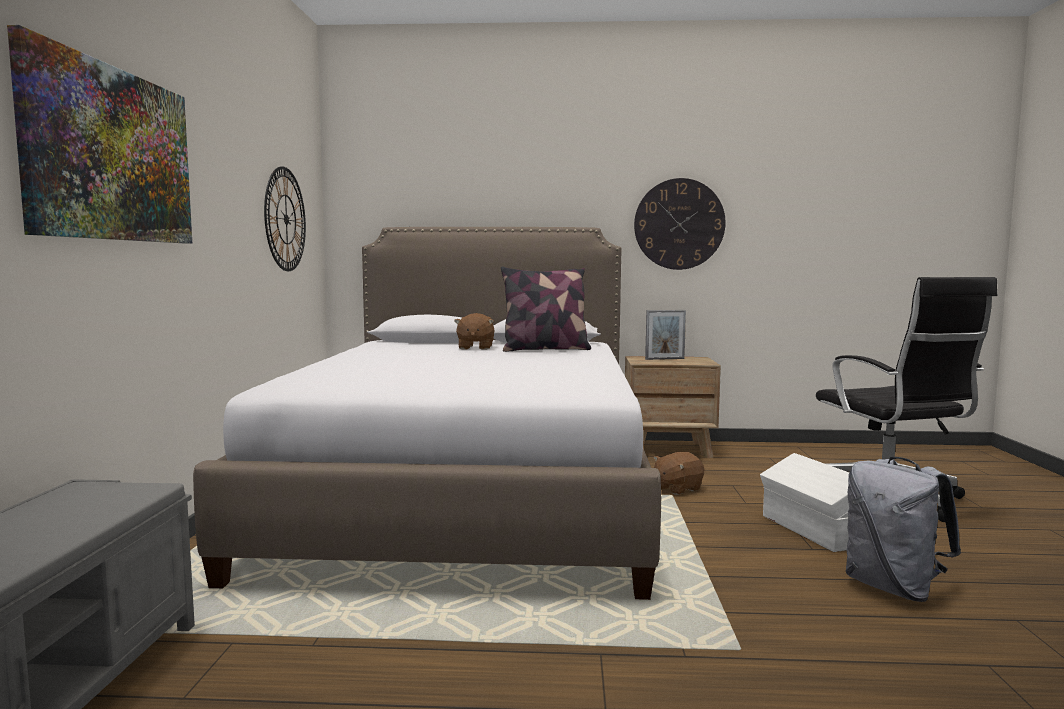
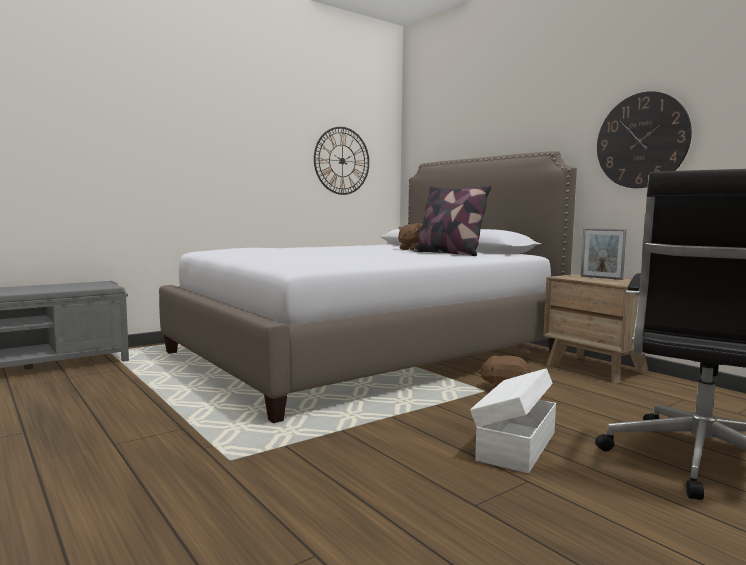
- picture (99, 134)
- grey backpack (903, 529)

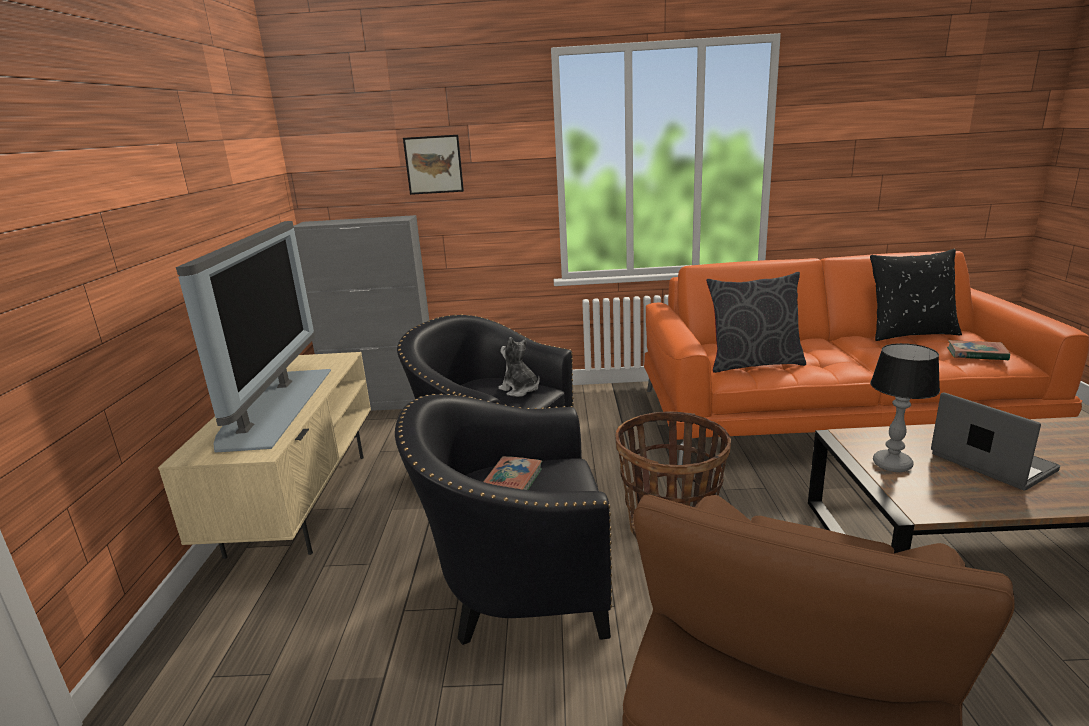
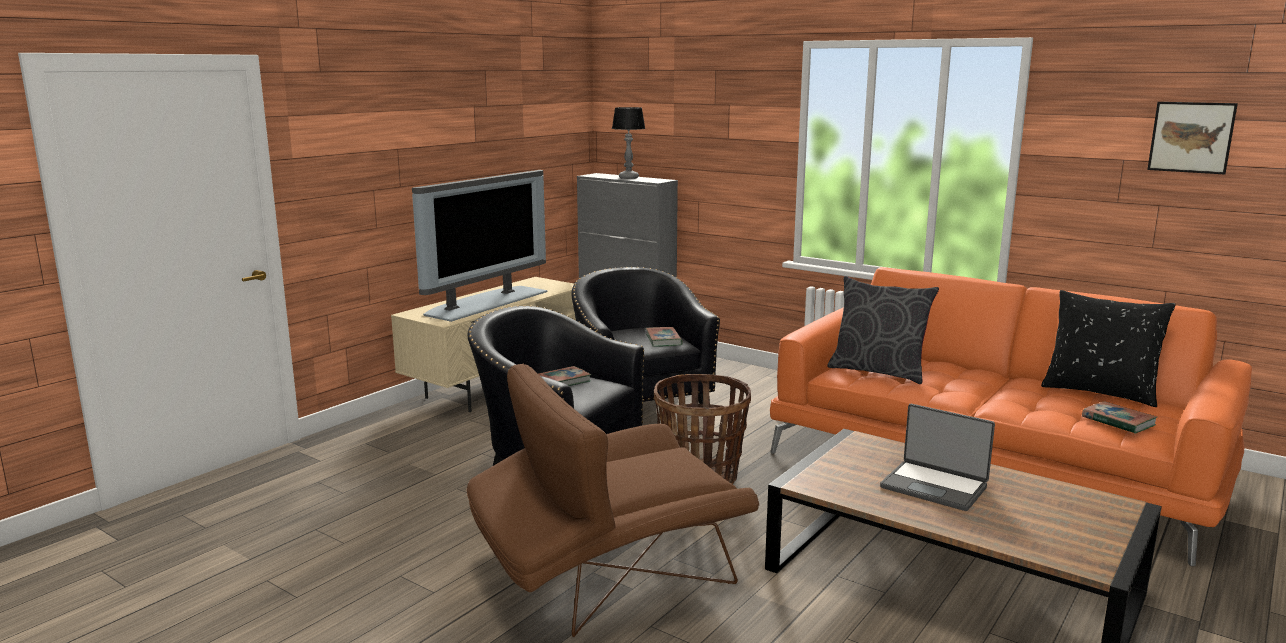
~ table lamp (905, 407) to (628, 143)
~ plush toy (519, 367) to book (664, 337)
~ laptop (995, 441) = (937, 457) 120 degrees clockwise
~ picture (433, 165) to (1192, 138)

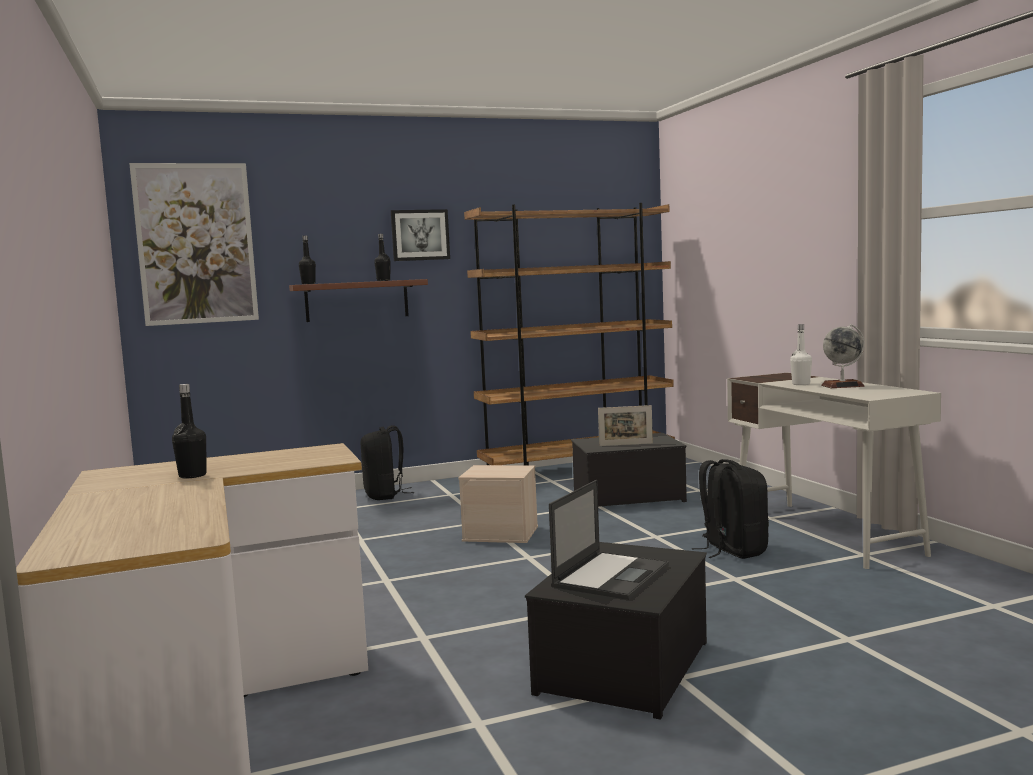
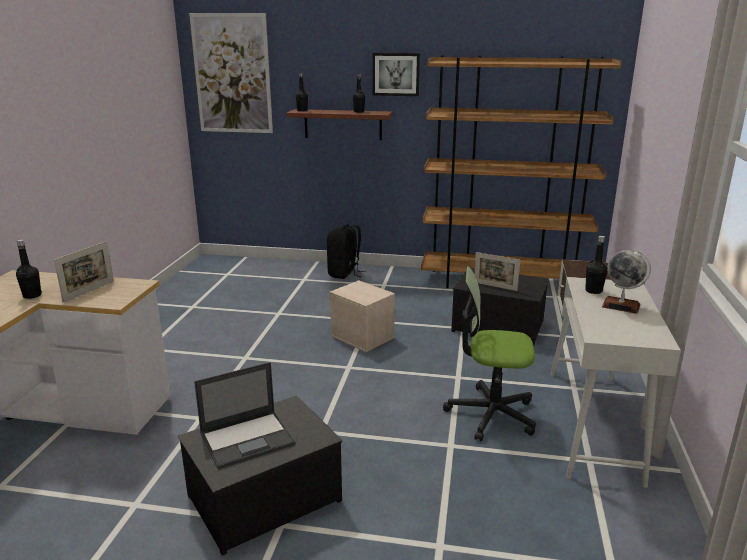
+ picture frame (84, 271)
~ black backpack (730, 509) to office chair (489, 353)
~ white bottle (801, 354) to black bottle (596, 265)

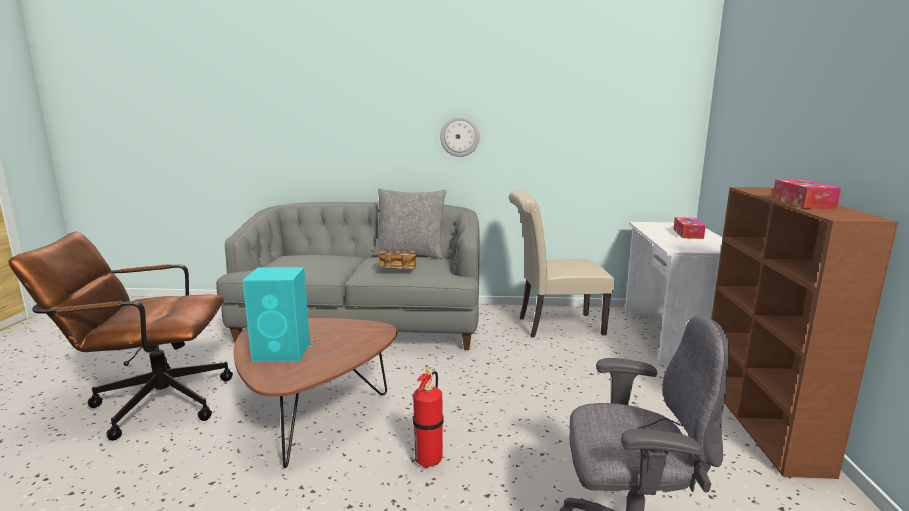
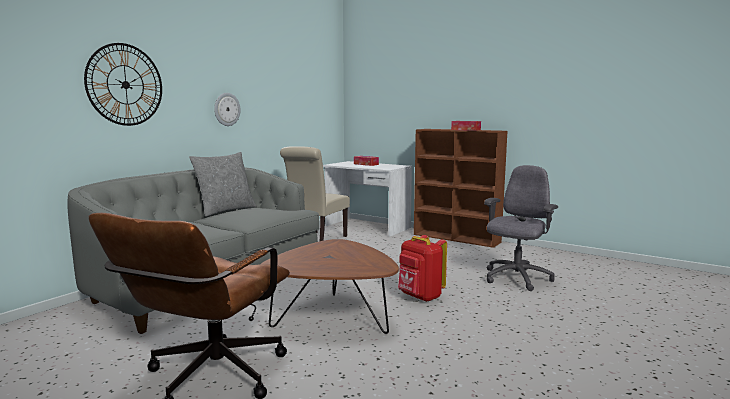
+ wall clock (123, 84)
~ fire extinguisher (428, 417) to red backpack (422, 268)
- turquoise speaker (276, 314)
- book (397, 259)

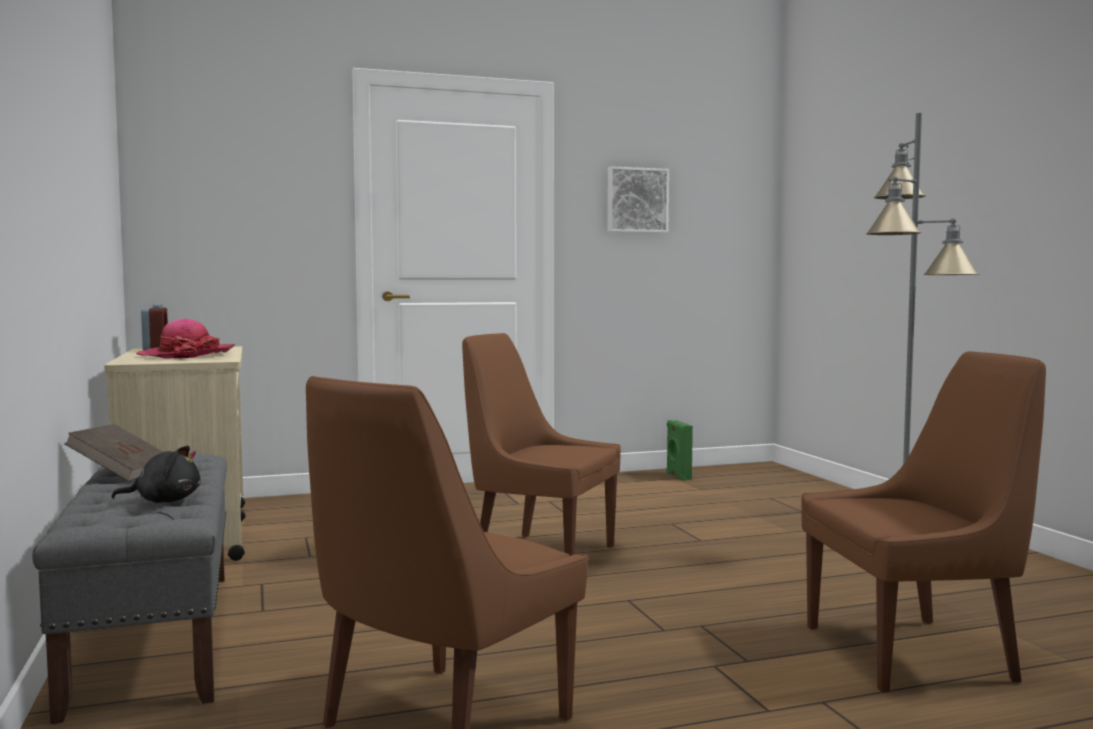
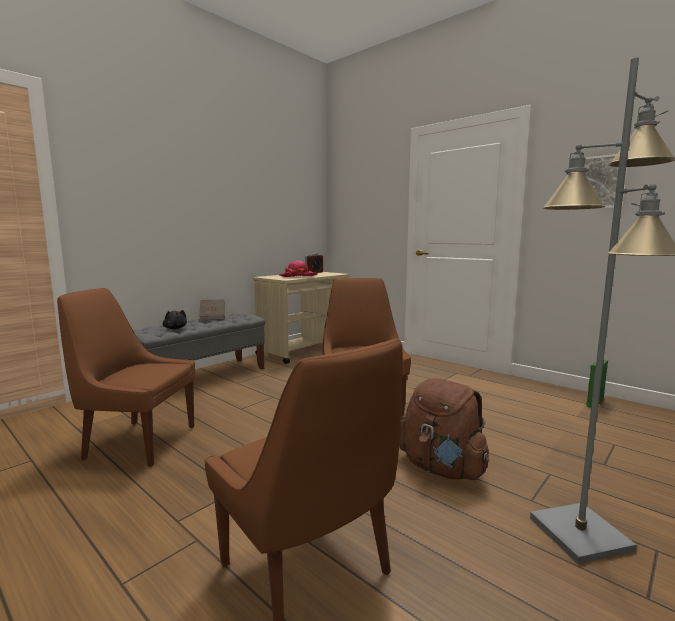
+ brown backpack (444, 429)

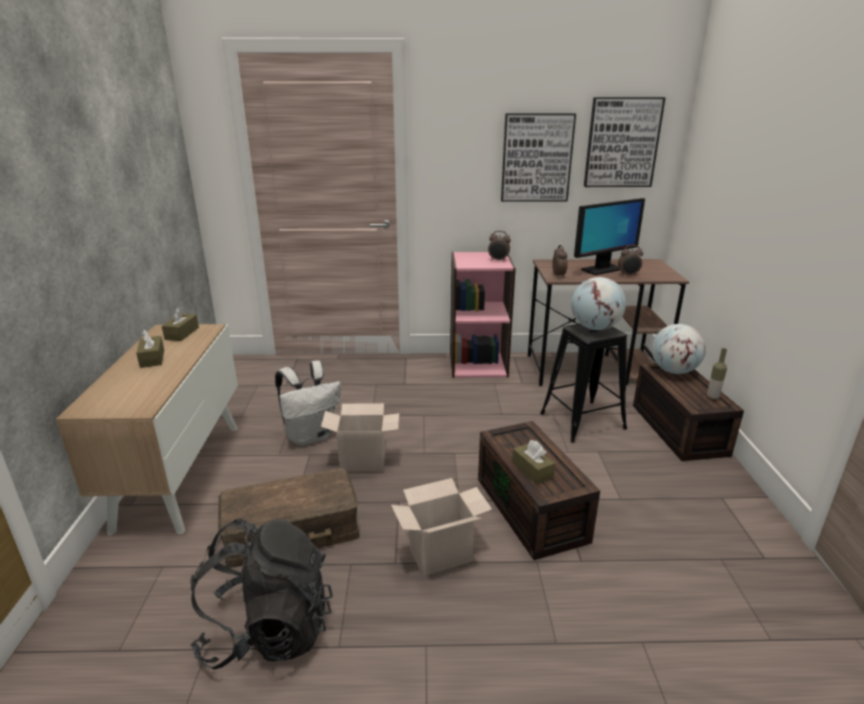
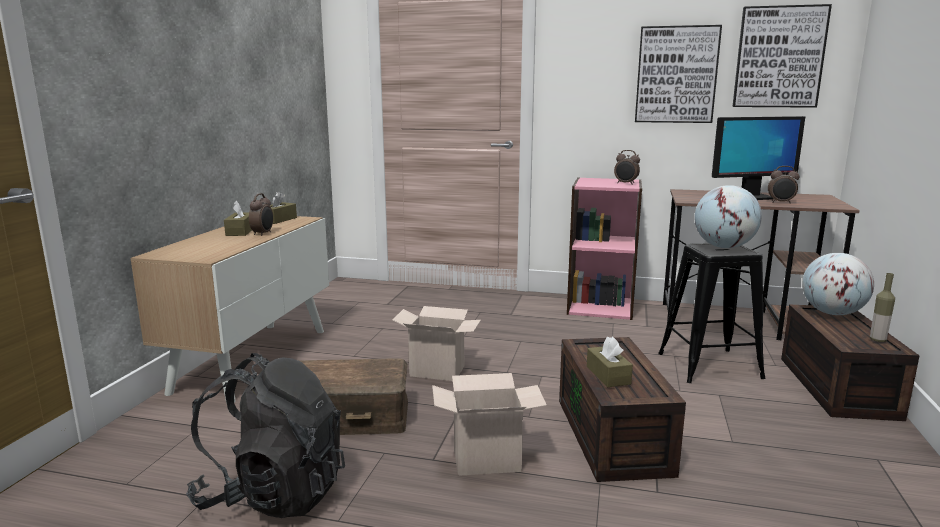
~ alarm clock (560, 261) to (261, 214)
- white backpack (308, 403)

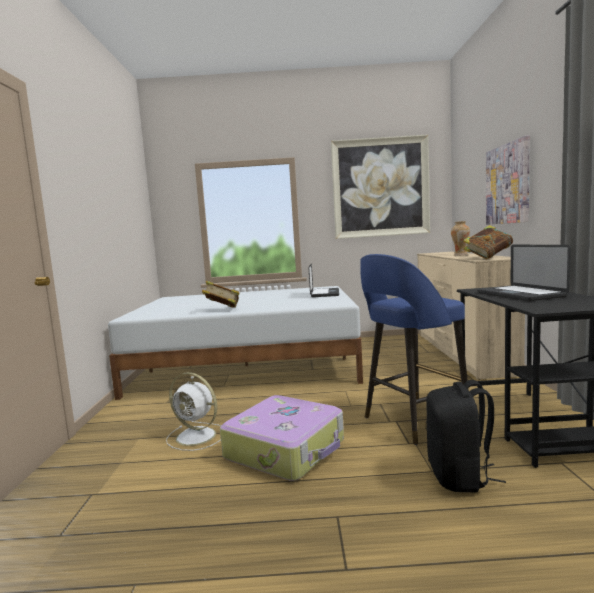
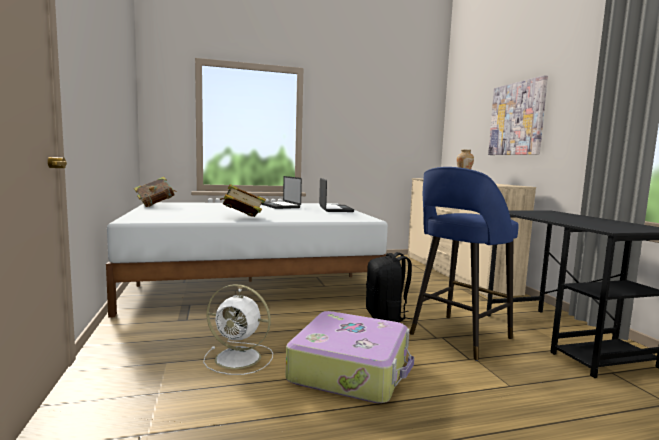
~ book (488, 242) to (155, 192)
~ laptop (524, 273) to (281, 192)
~ black backpack (466, 436) to (389, 287)
- picture (380, 186)

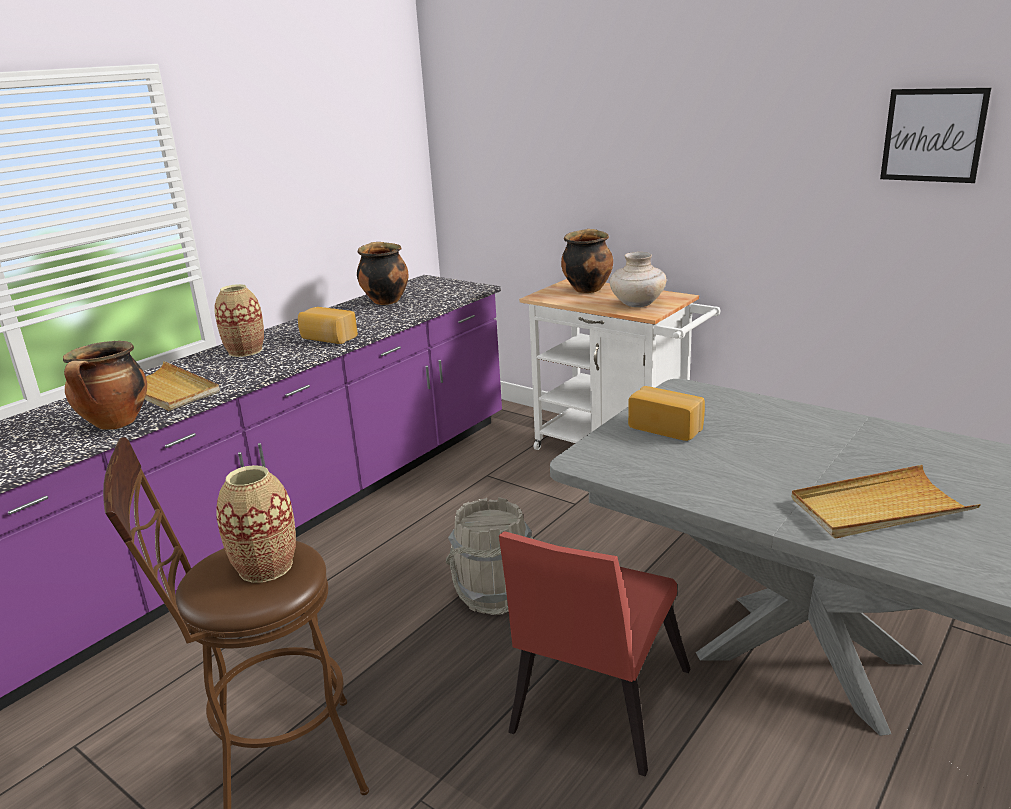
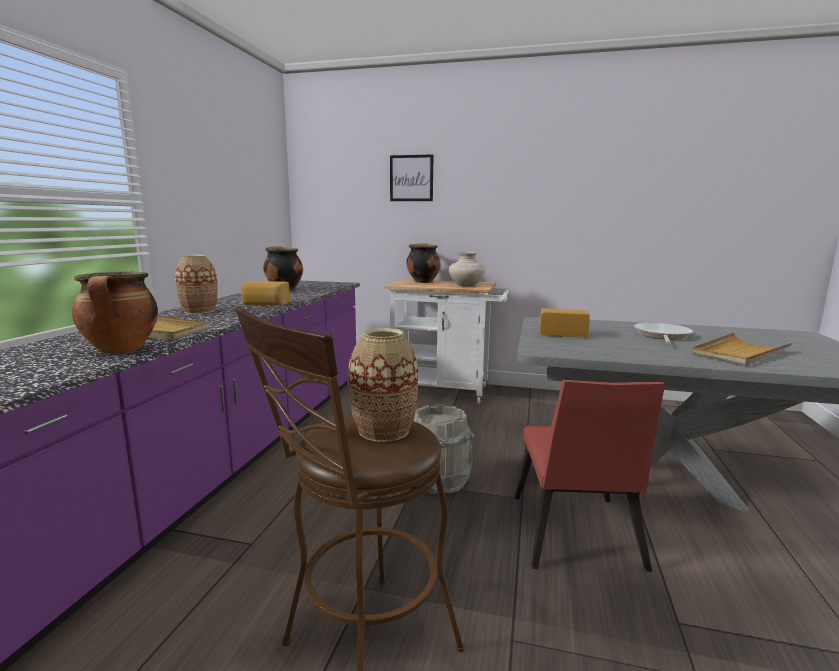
~ picture (935, 135) to (411, 177)
+ frying pan (663, 333)

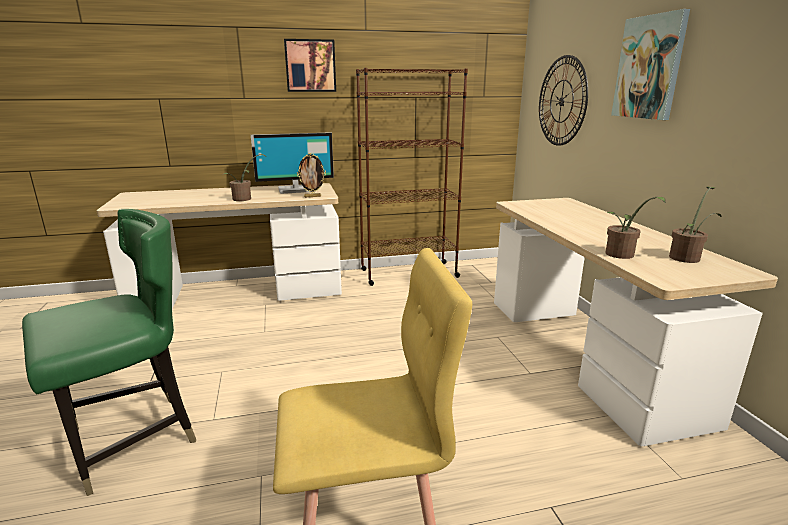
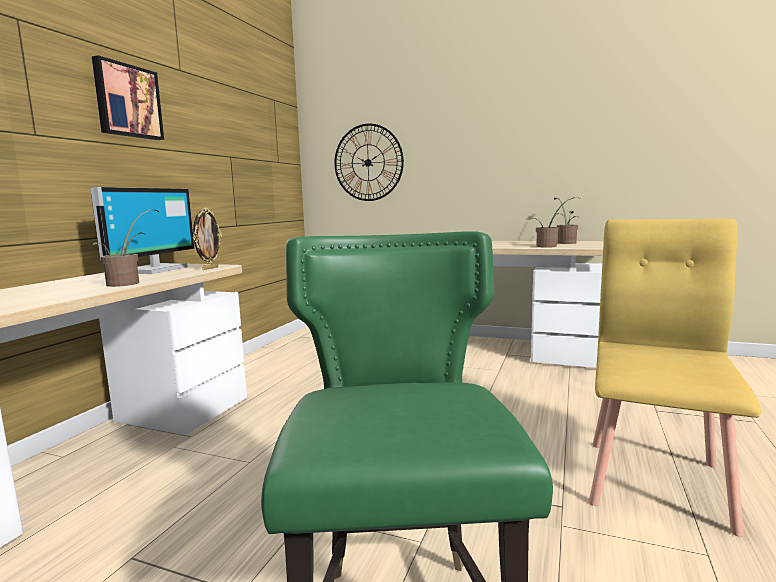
- brown bookcase (412, 177)
- picture (650, 64)

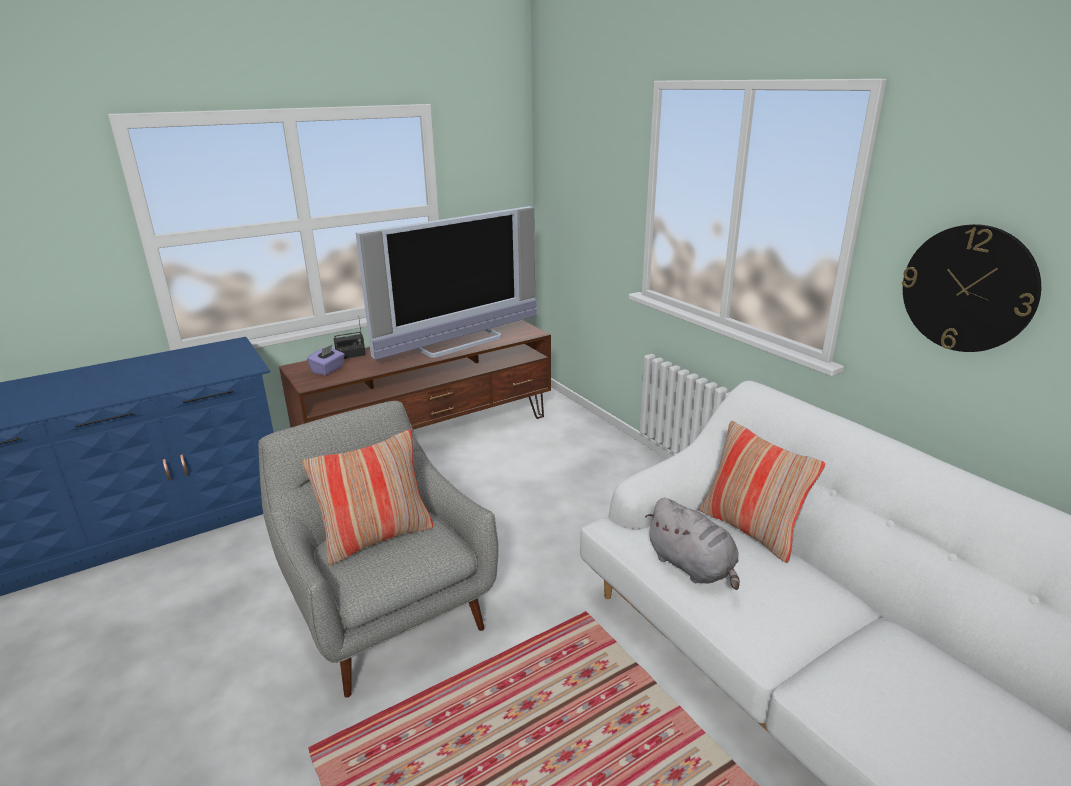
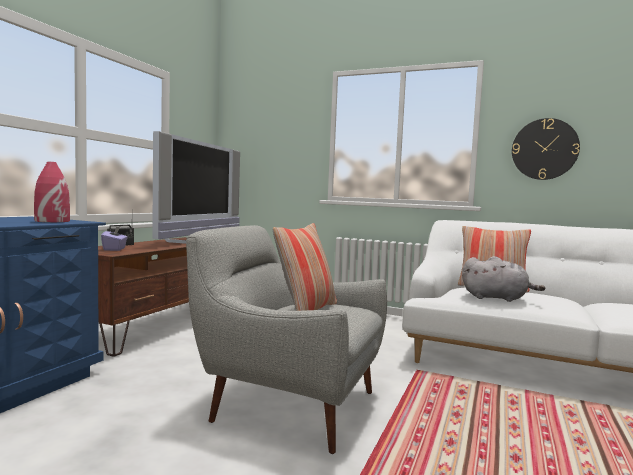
+ red vase (52, 192)

